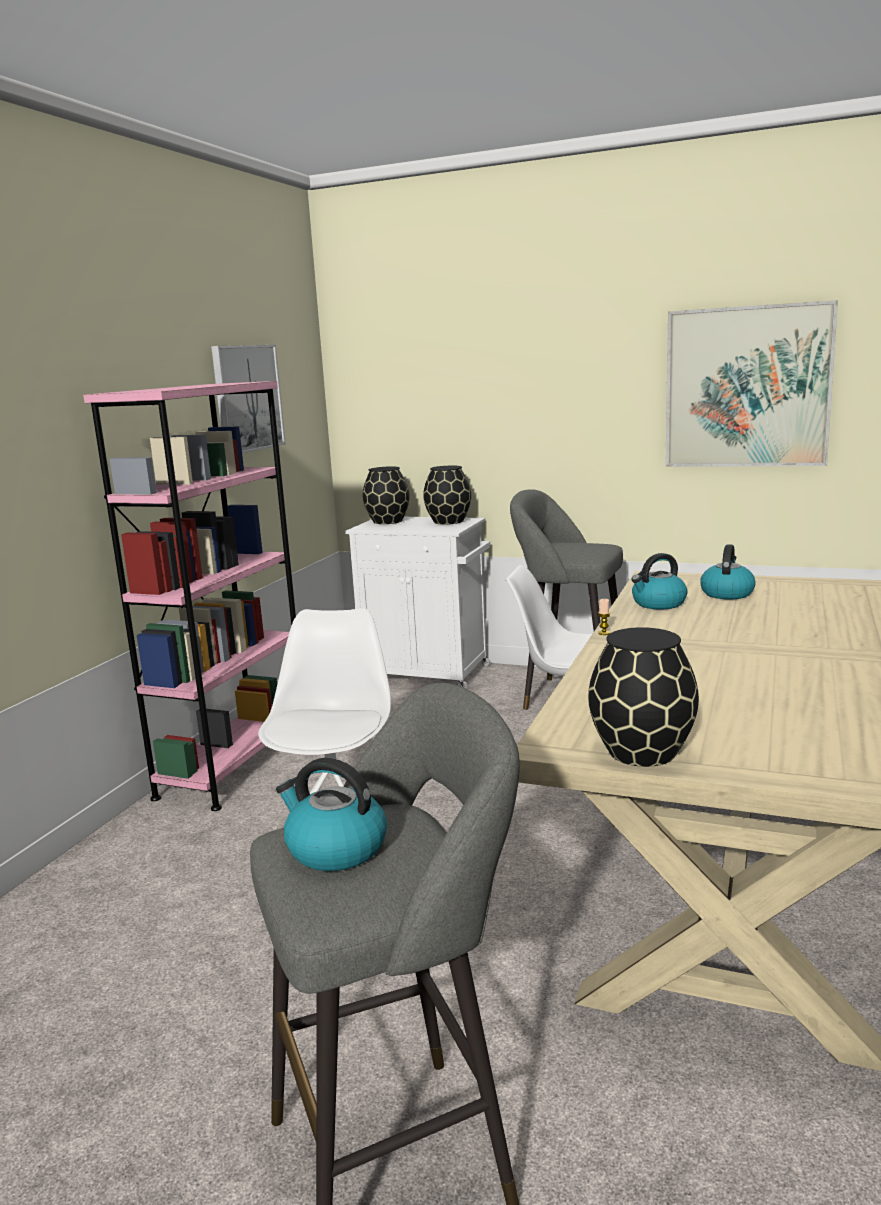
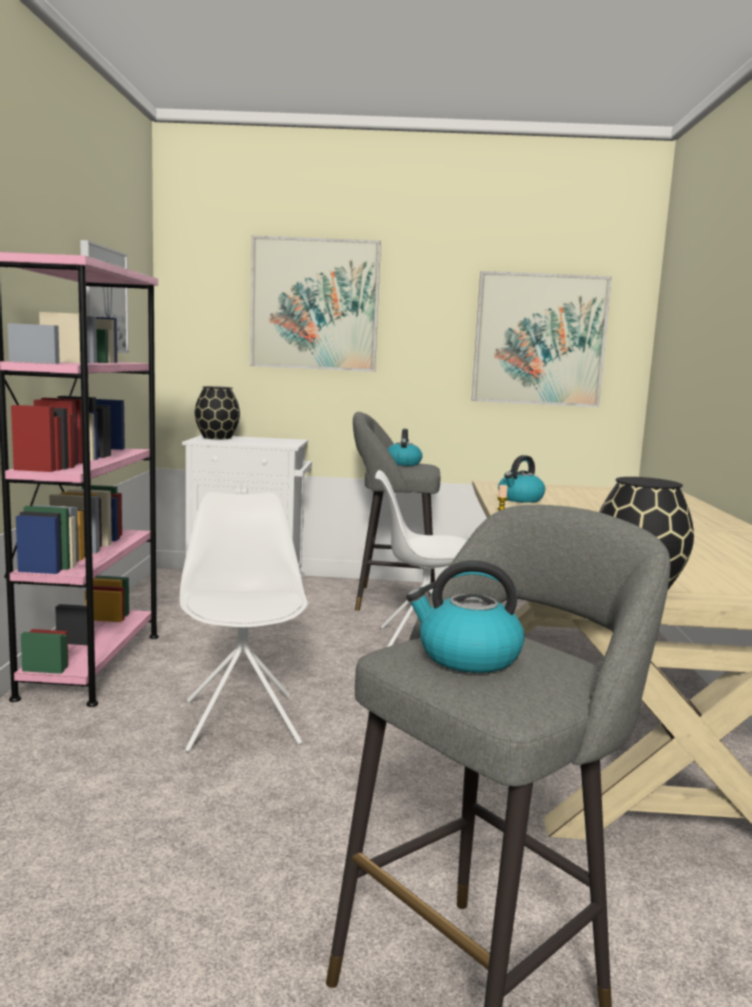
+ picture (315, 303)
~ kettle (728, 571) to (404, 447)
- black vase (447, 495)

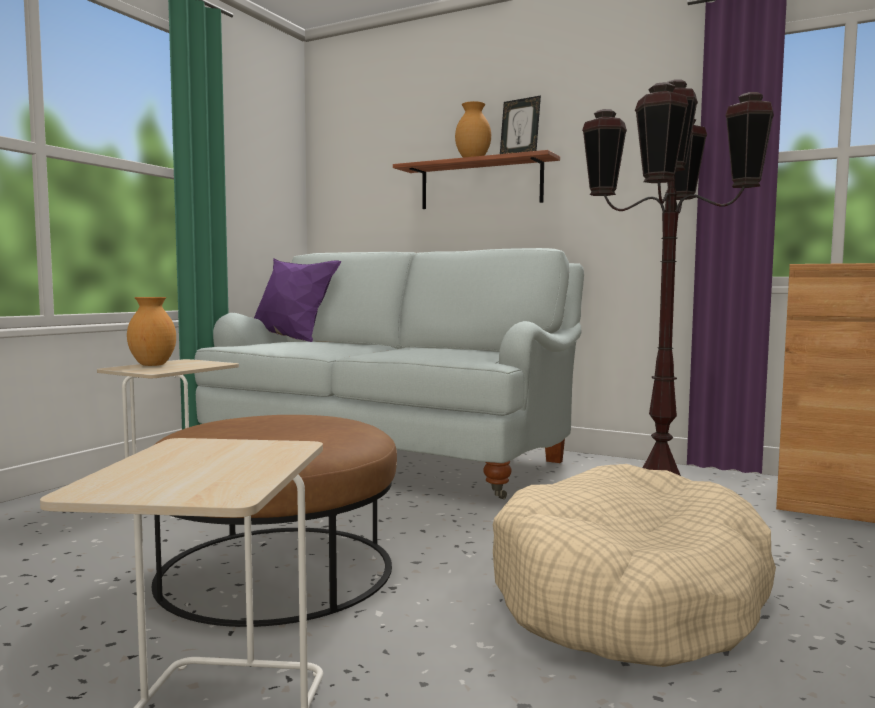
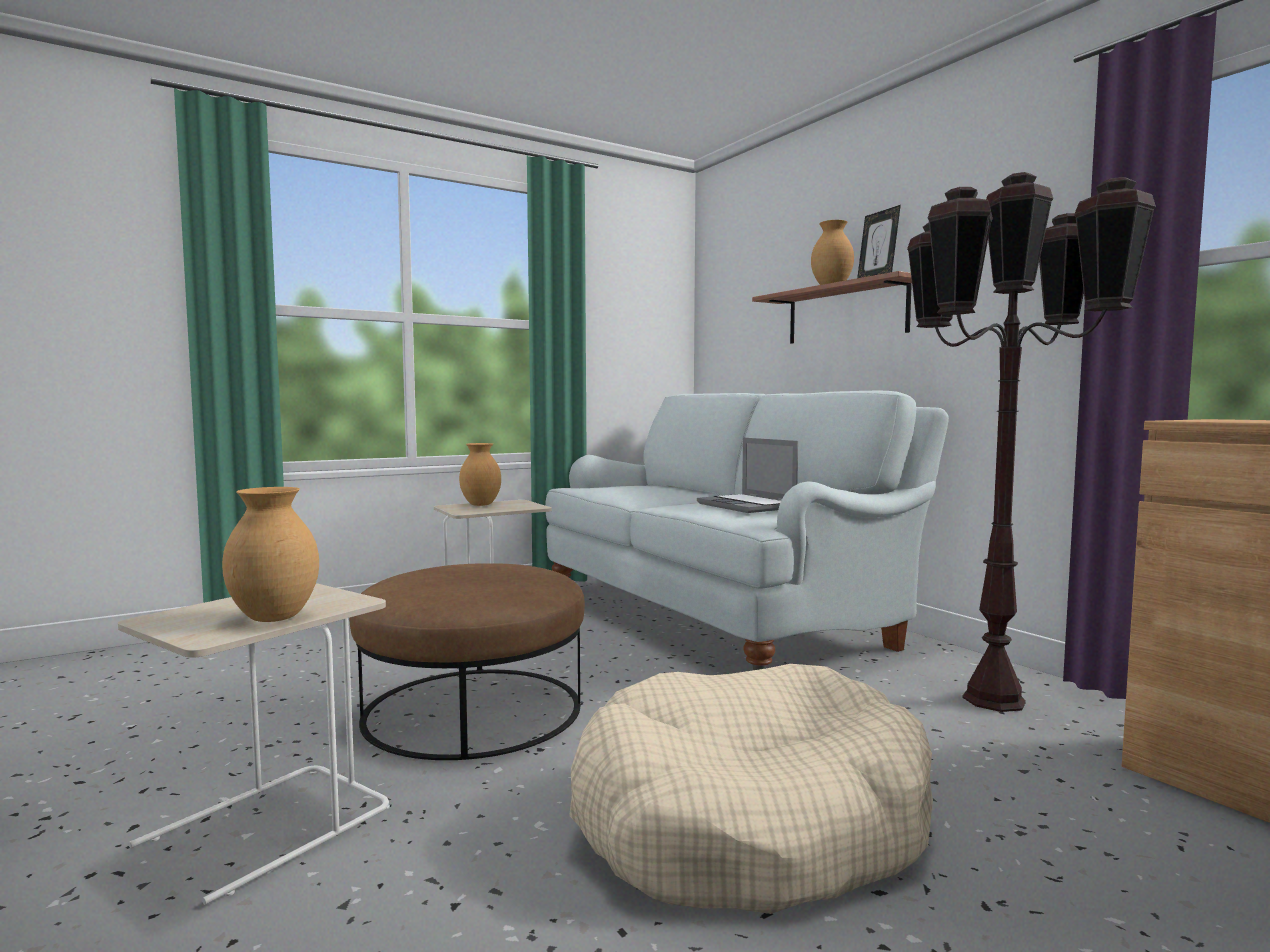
+ brown vase (270, 554)
+ laptop (747, 475)
- purple pillow (297, 300)

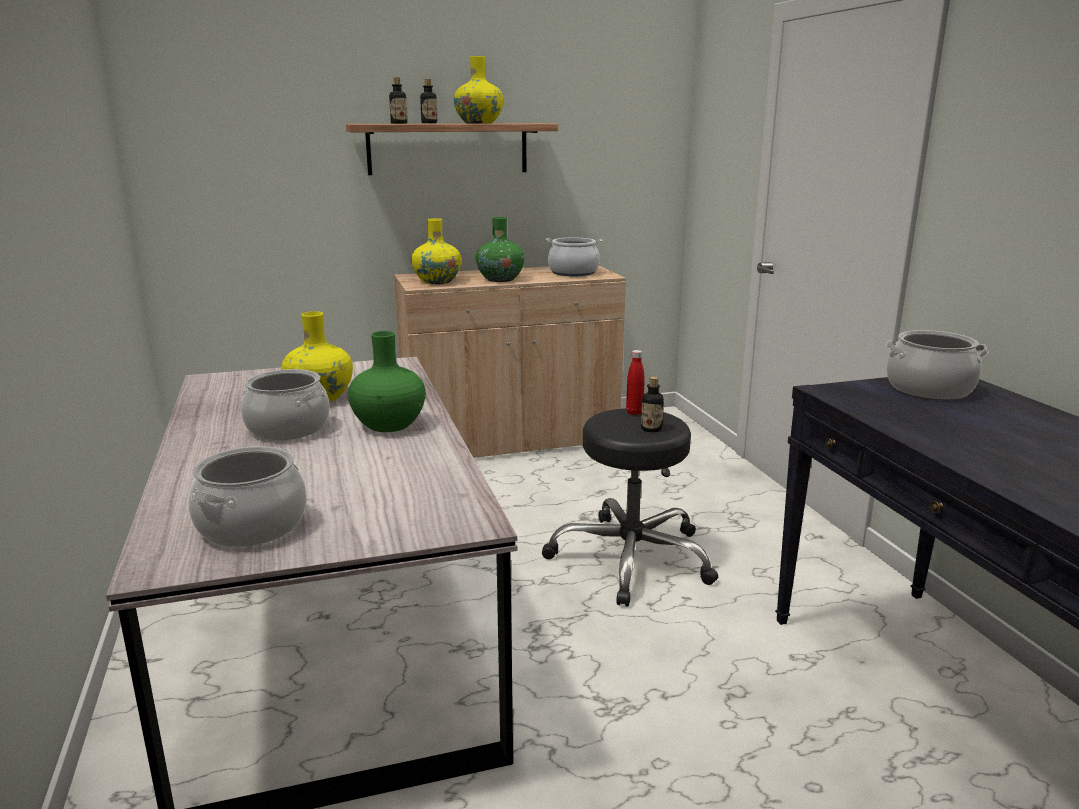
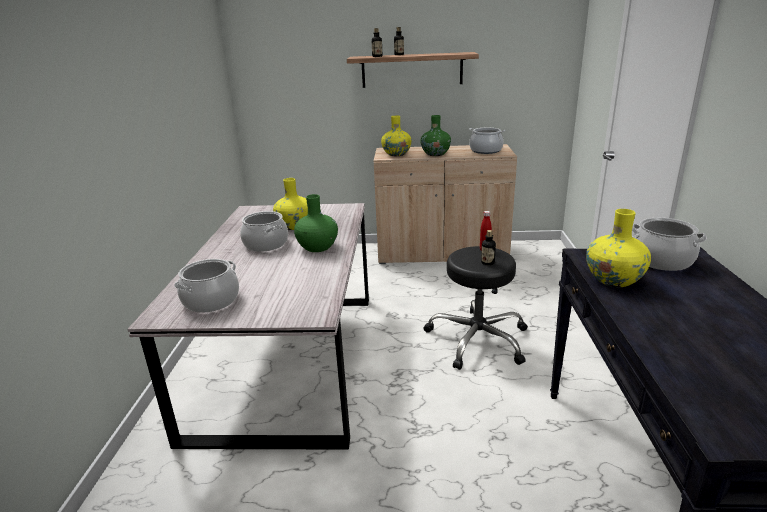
~ yellow vase (478, 89) to (618, 248)

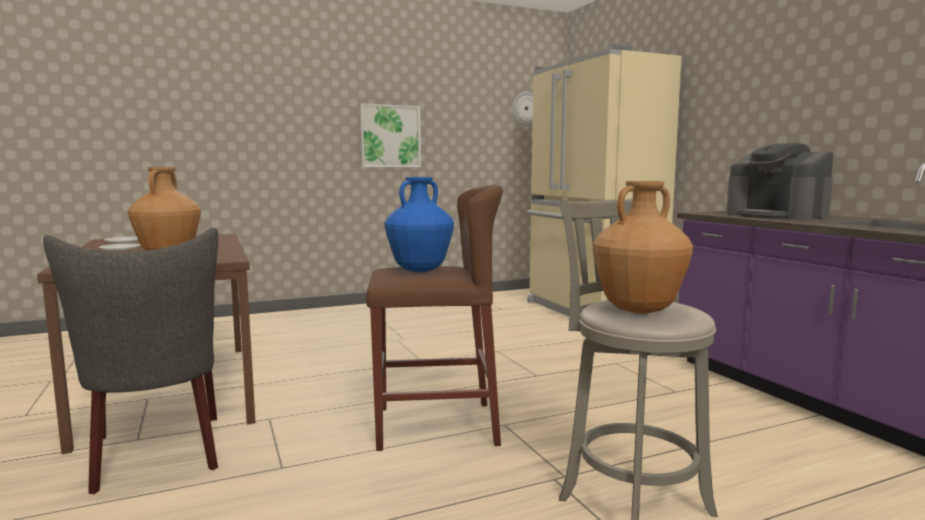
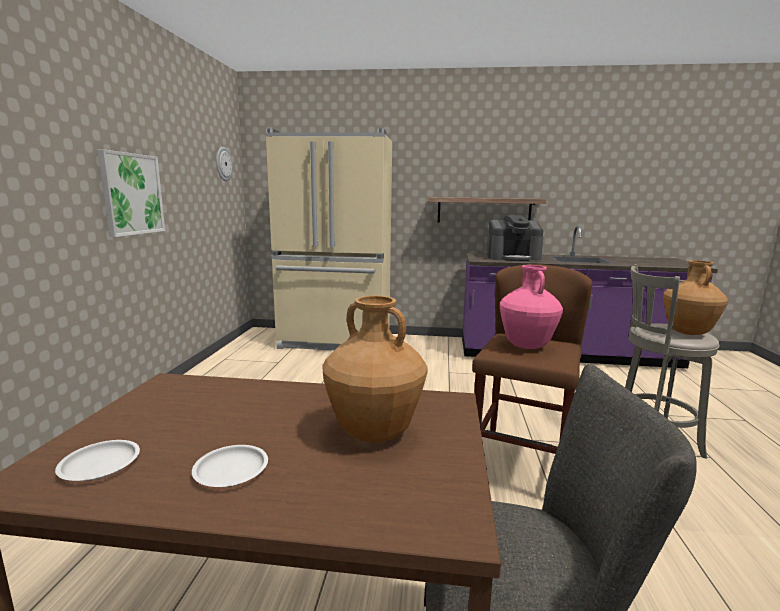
+ shelf (487, 210)
~ blue vase (419, 224) to pink vase (531, 307)

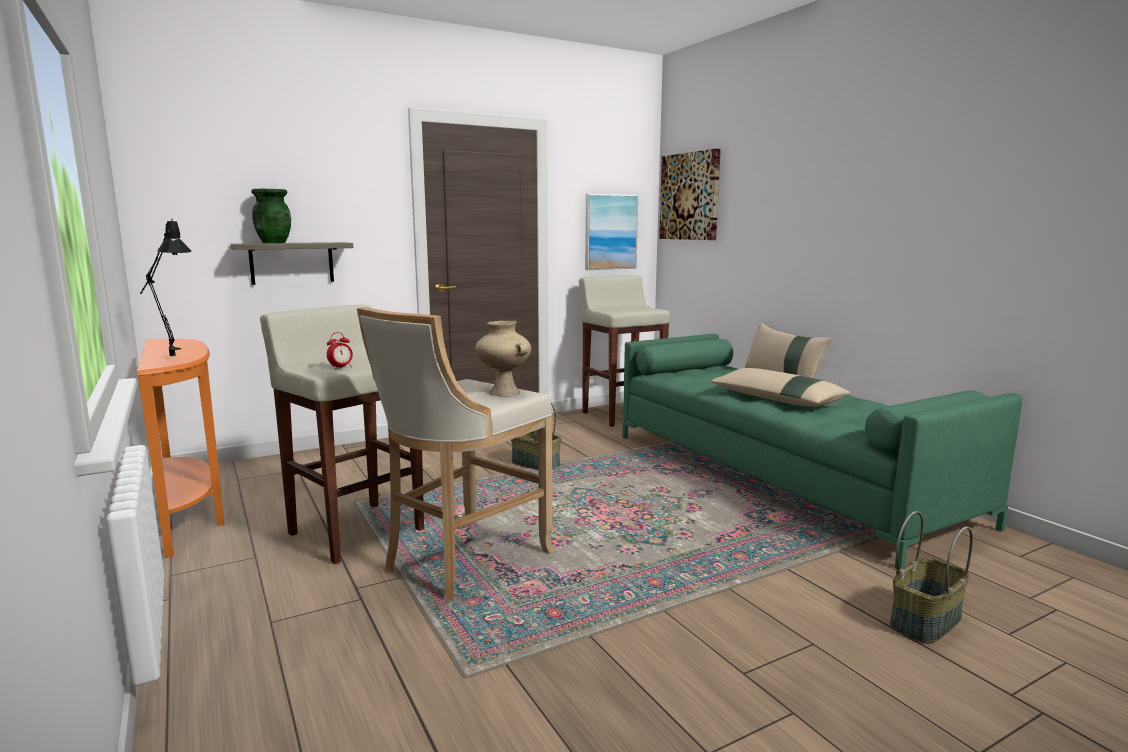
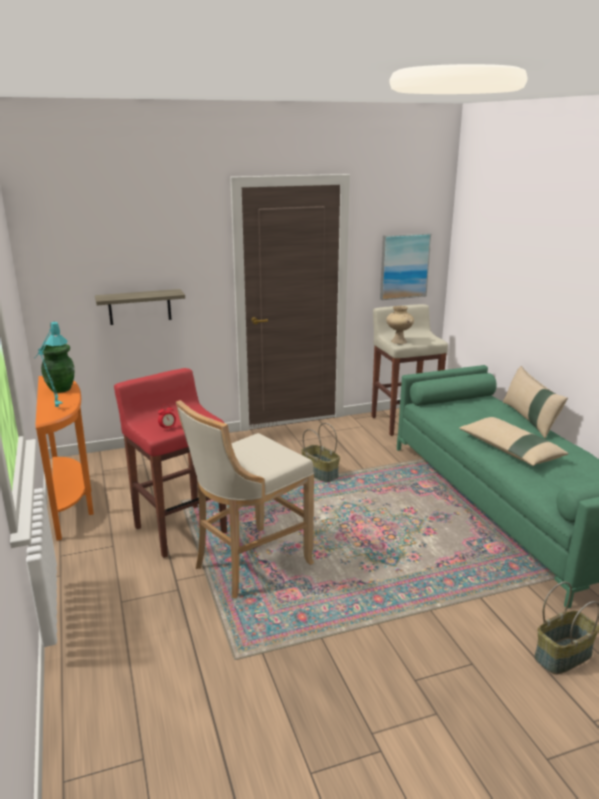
~ black table lamp (165, 289) to turquoise table lamp (51, 365)
~ green vase (271, 216) to (57, 368)
~ beige stool (342, 434) to red stool (170, 463)
~ beige vase (503, 359) to (400, 325)
- picture (690, 194)

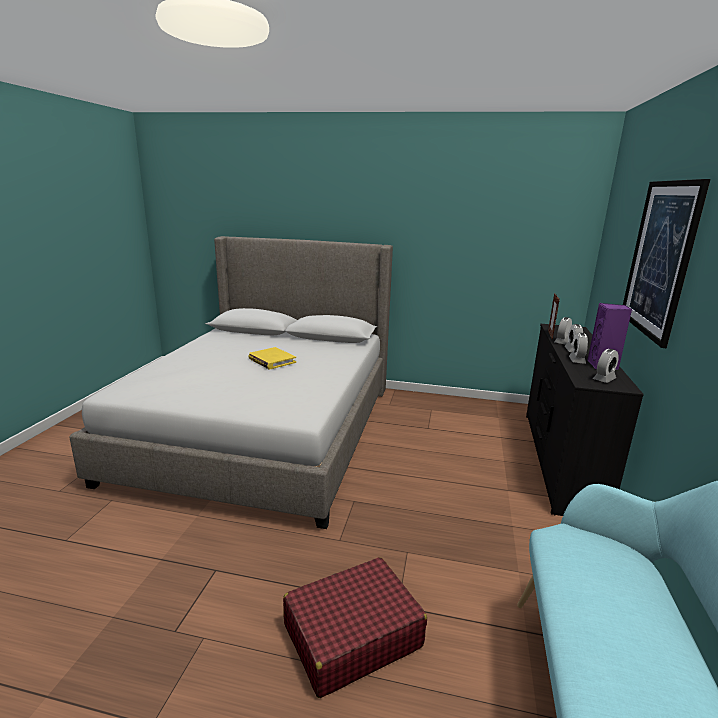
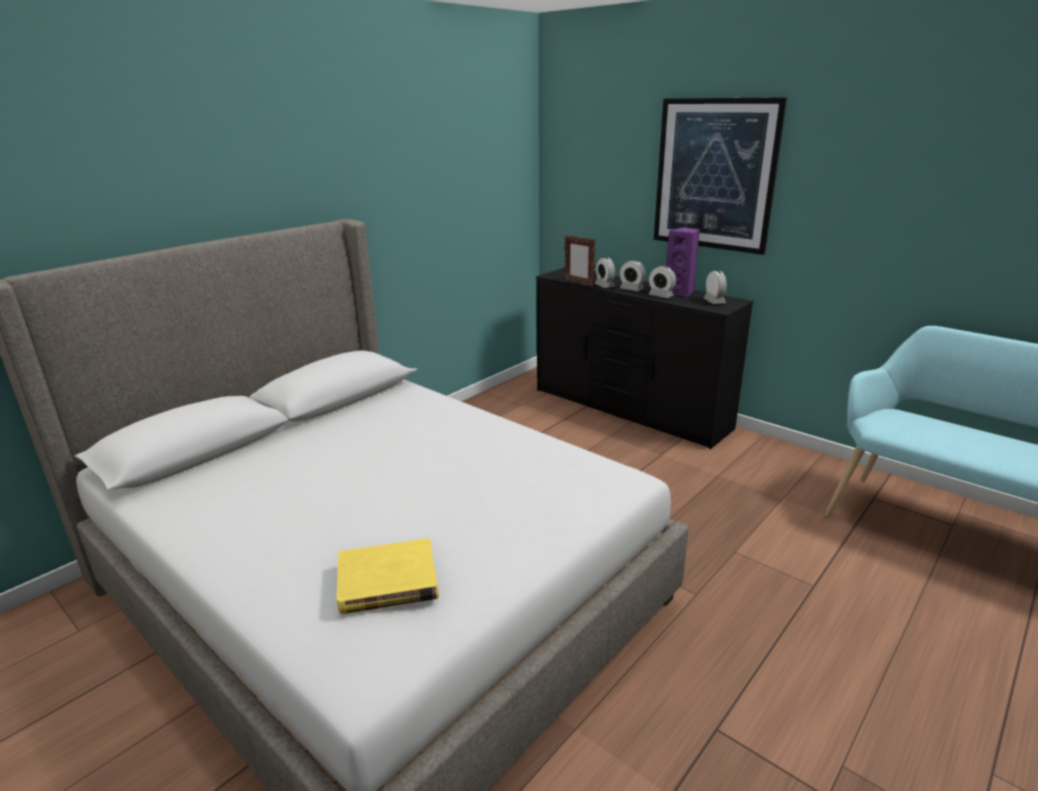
~ yellow book (272, 358) to (387, 576)
- red suitcase (355, 627)

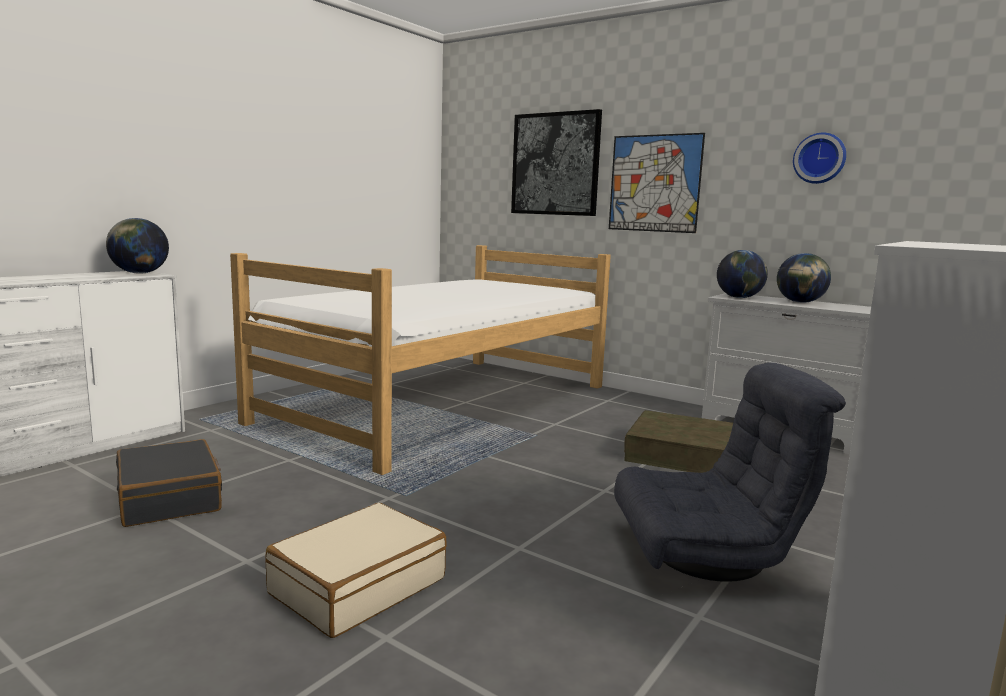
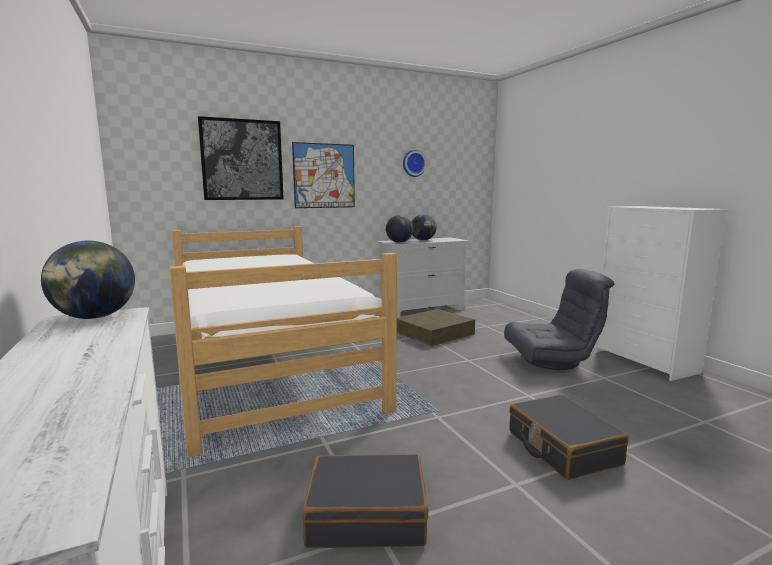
~ grey armchair (730, 472) = (559, 319) 60 degrees clockwise
~ beige suitcase (356, 570) to black suitcase (569, 437)

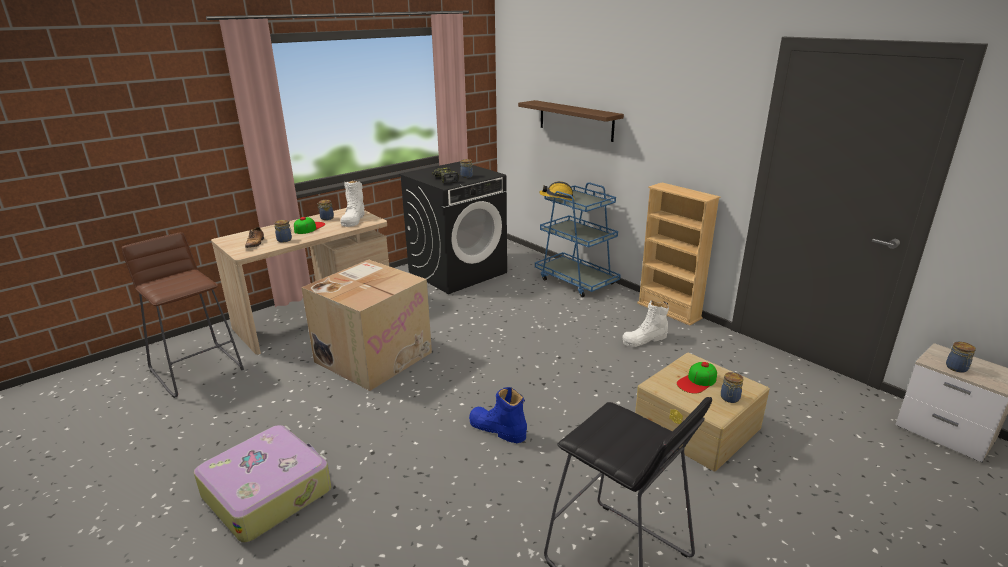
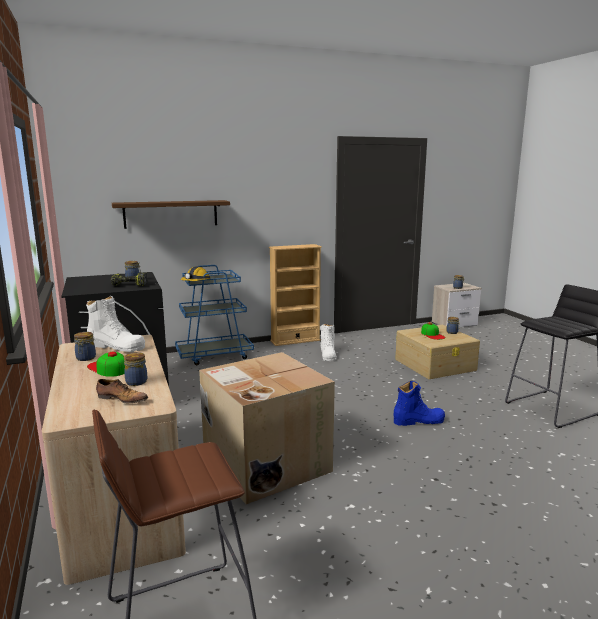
~ blue boot (498, 415) = (419, 403) 150 degrees counterclockwise
- suitcase (262, 484)

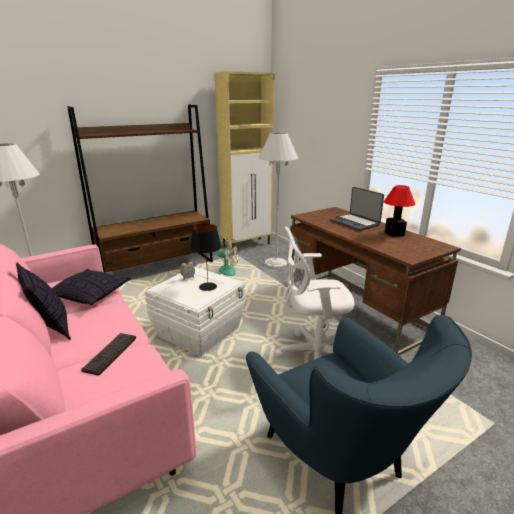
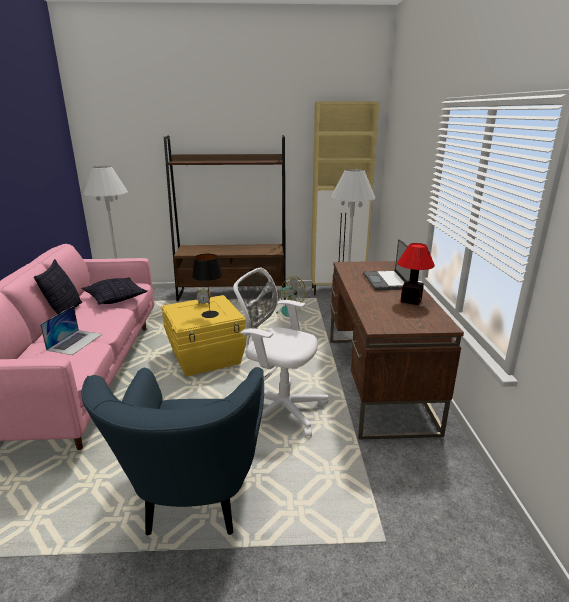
~ keyboard (108, 354) to laptop (71, 330)
~ white storage box (195, 312) to yellow storage box (204, 336)

